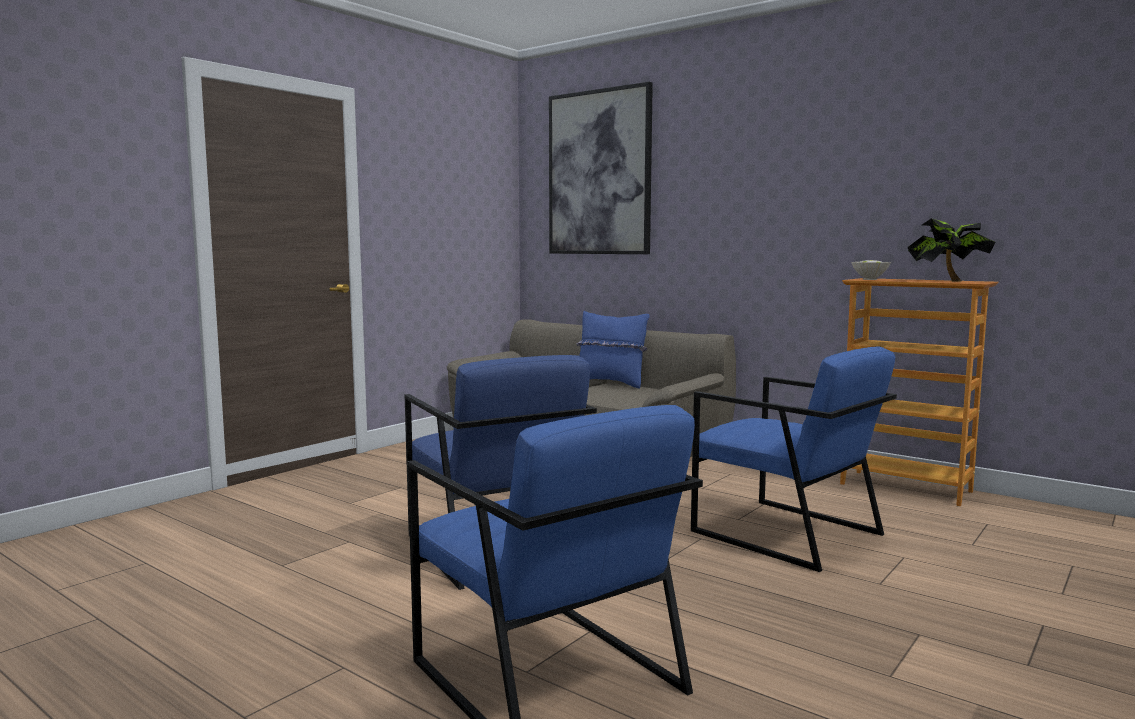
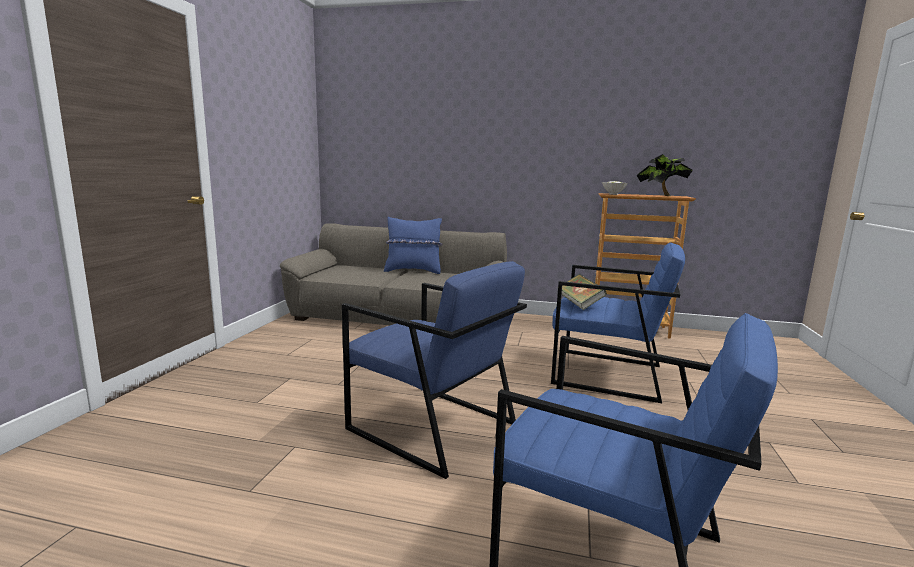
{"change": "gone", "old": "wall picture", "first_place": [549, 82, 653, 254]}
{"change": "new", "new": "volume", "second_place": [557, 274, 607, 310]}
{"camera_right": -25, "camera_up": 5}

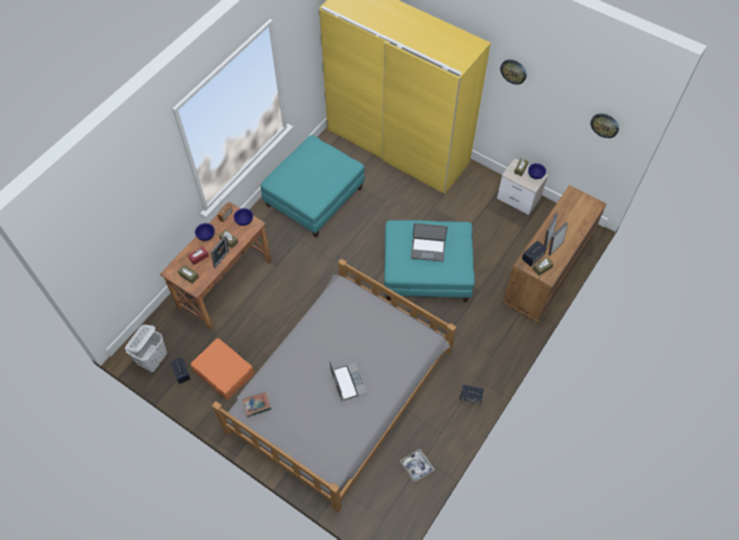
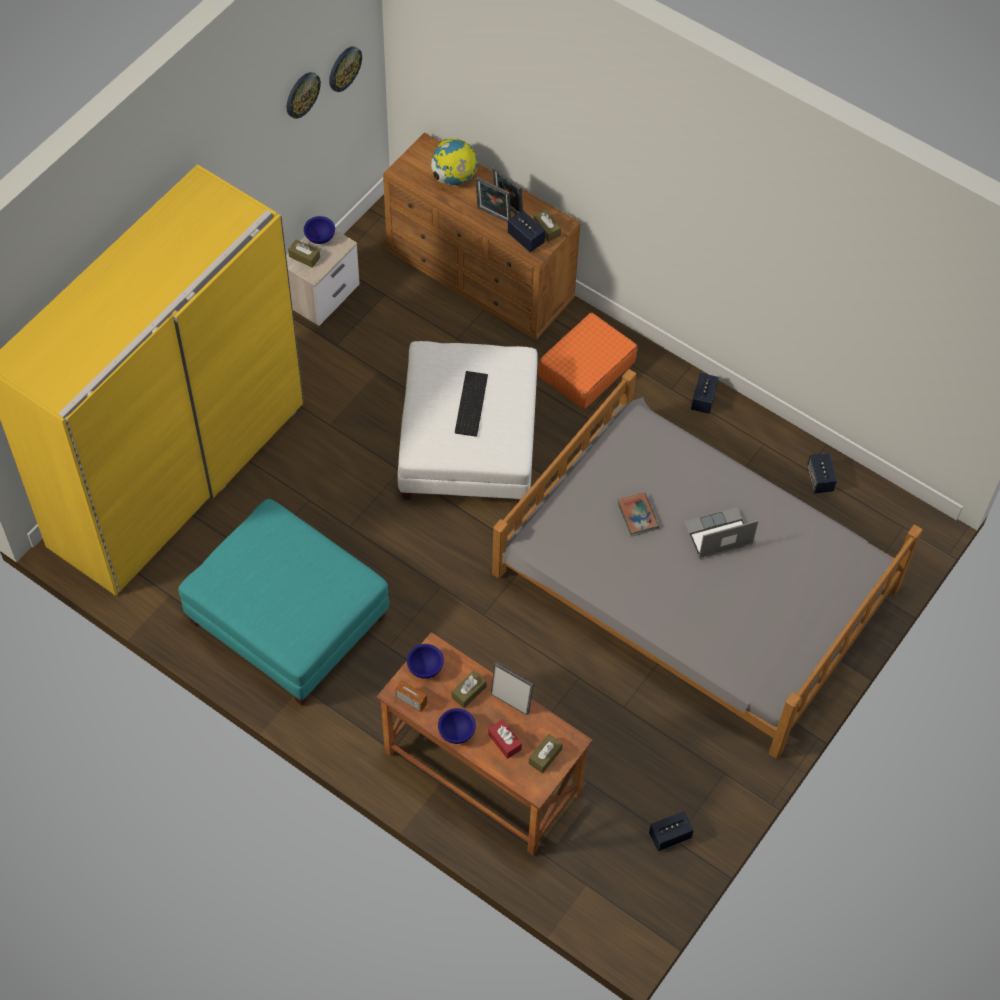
{"change": "gone", "old": "white-coloured hamper", "first_place": [125, 325, 167, 372]}
{"change": "shifted", "old": "orangey suitcase", "first_place": [190, 338, 254, 400], "second_place": [538, 313, 638, 409]}
{"change": "shifted", "old": "volume", "first_place": [242, 392, 271, 417], "second_place": [618, 493, 659, 537]}
{"change": "repainted", "old": "turquoise footrest", "new": "white-coloured footrest", "first_place": [384, 220, 475, 302], "second_place": [397, 341, 538, 503]}
{"change": "swapped", "old": "tray", "new": "audio speaker", "first_place": [400, 449, 435, 483], "second_place": [807, 453, 837, 493]}
{"change": "swapped", "old": "portable computer", "new": "PC keyboard", "first_place": [411, 223, 447, 262], "second_place": [455, 371, 488, 437]}
{"change": "shifted", "old": "clock on the wall", "first_place": [500, 59, 527, 85], "second_place": [287, 72, 321, 119]}
{"change": "new", "new": "world globe", "second_place": [431, 139, 478, 185]}
{"camera_right": -90, "camera_up": 0}

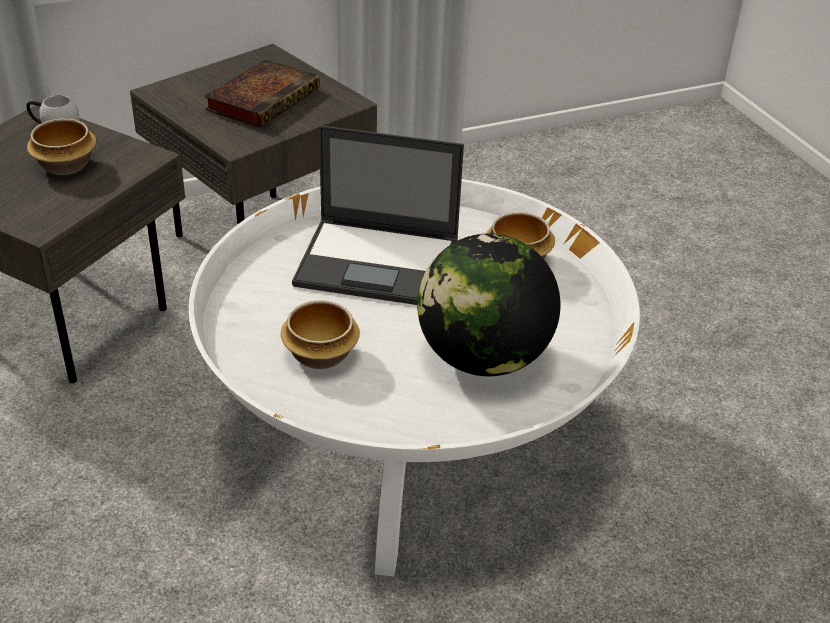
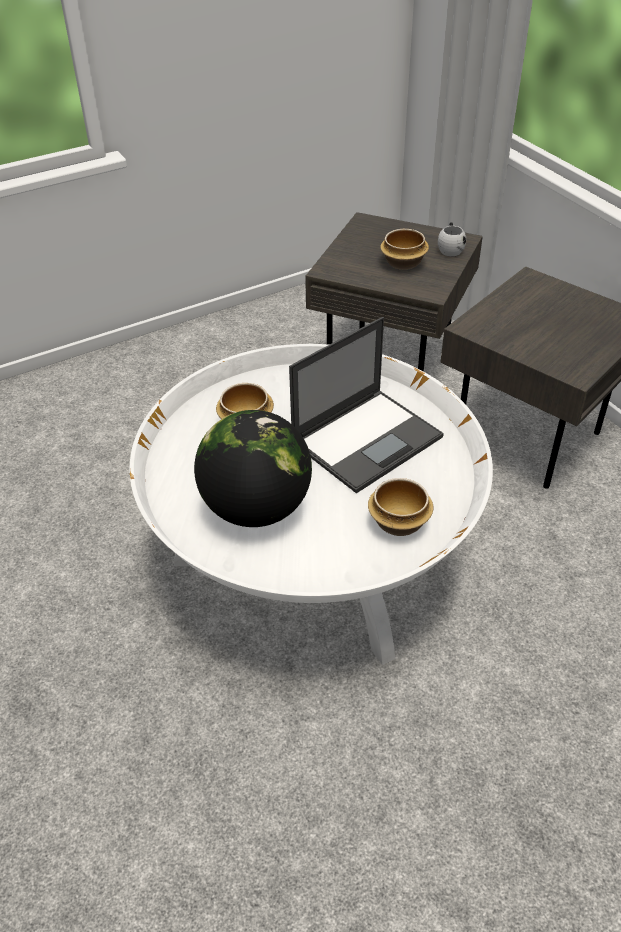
{"change": "gone", "old": "volume", "first_place": [204, 60, 320, 128]}
{"change": "rotated", "old": "portable computer", "first_place": [292, 125, 464, 305], "second_place": [289, 317, 444, 494], "degrees": -135}
{"camera_right": 85, "camera_up": 5}

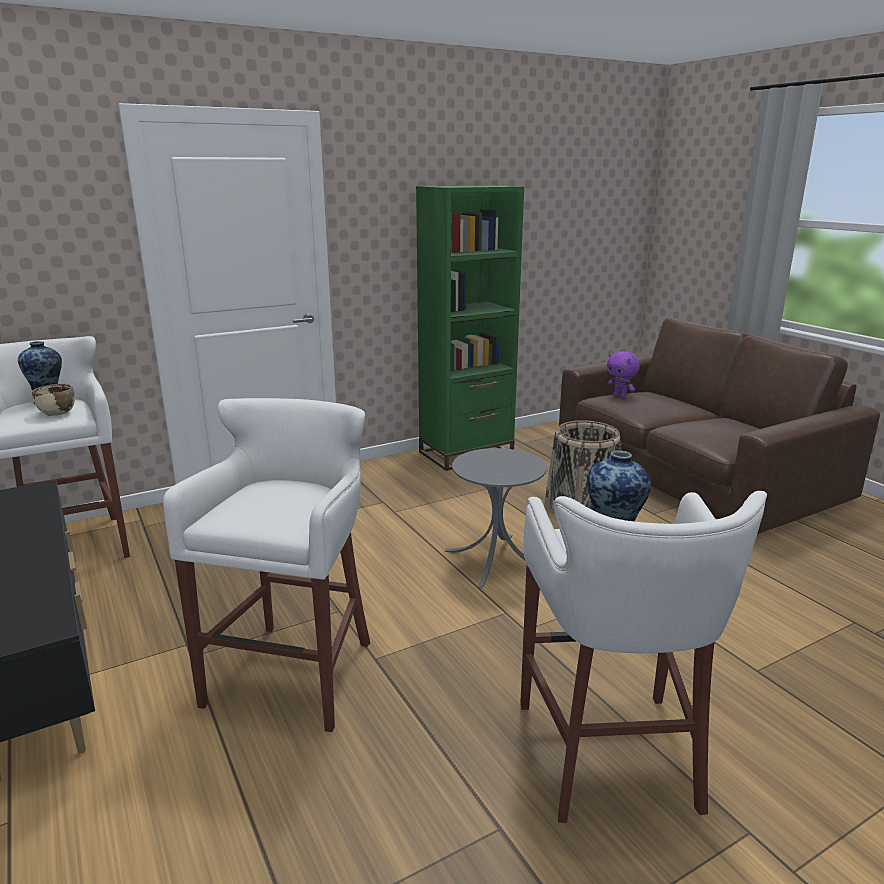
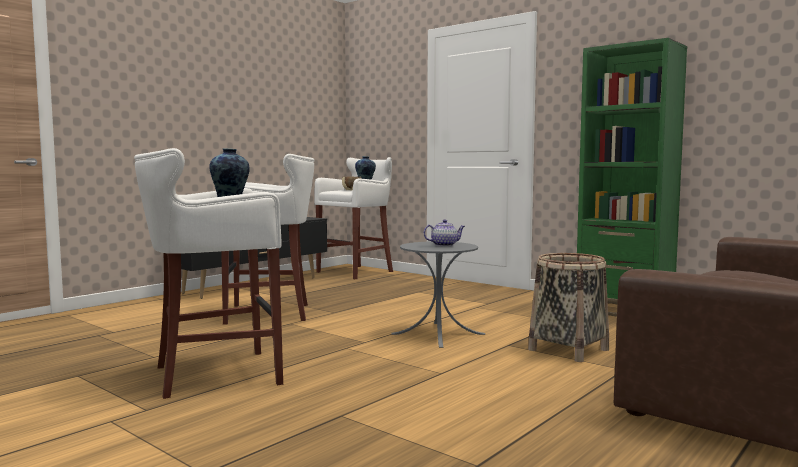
{"change": "gone", "old": "purplish soft toy", "first_place": [607, 351, 640, 398]}
{"change": "new", "new": "tea pot", "second_place": [423, 219, 465, 246]}
{"camera_right": 70, "camera_up": -15}

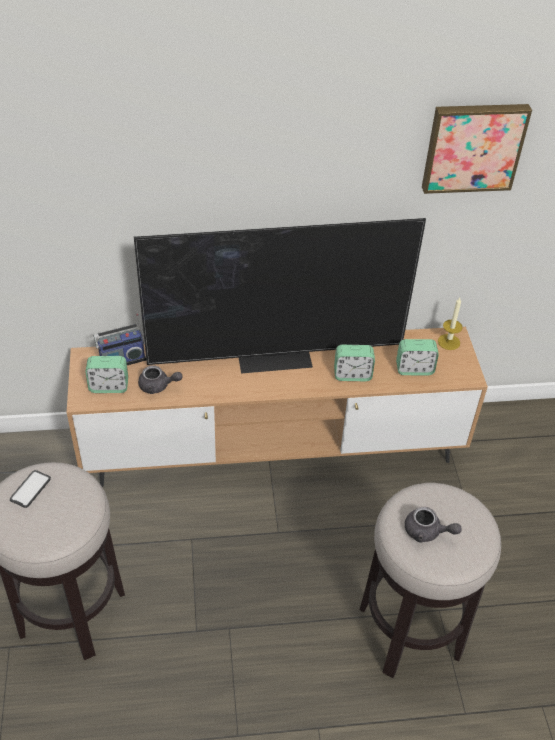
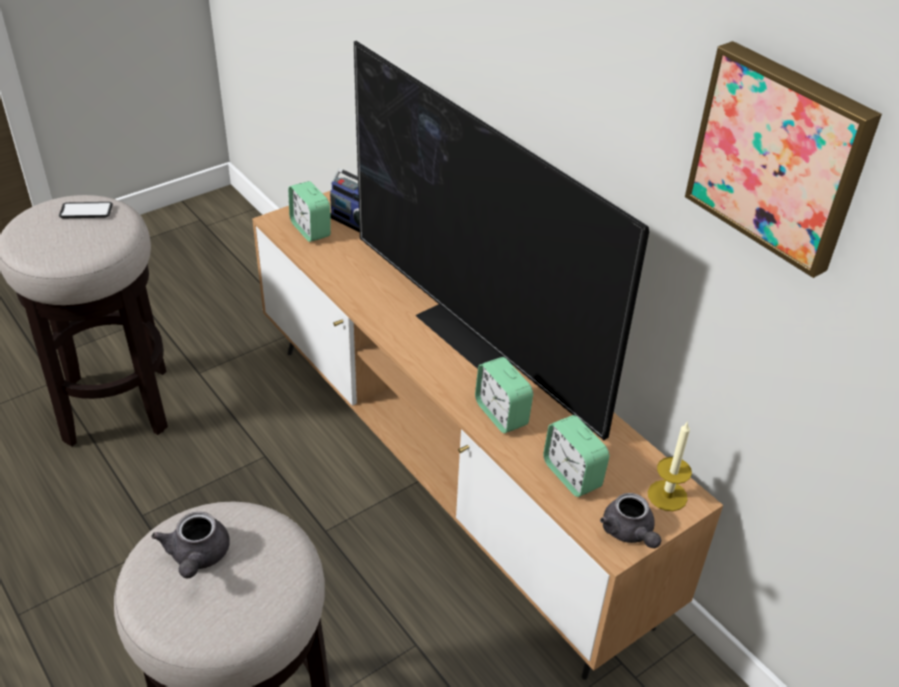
{"change": "shifted", "old": "greyish tea pot", "first_place": [138, 365, 182, 394], "second_place": [600, 493, 661, 548]}
{"camera_right": 60, "camera_up": -5}

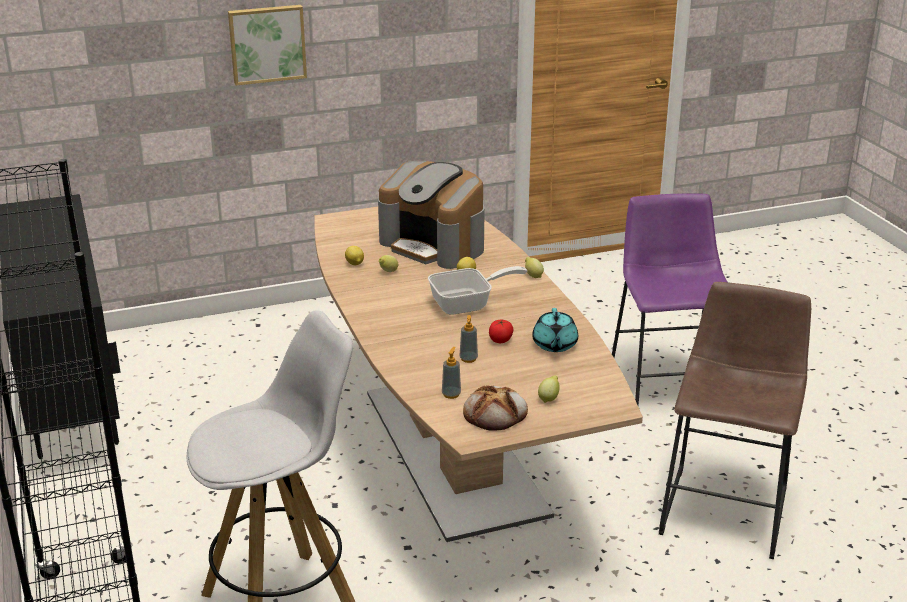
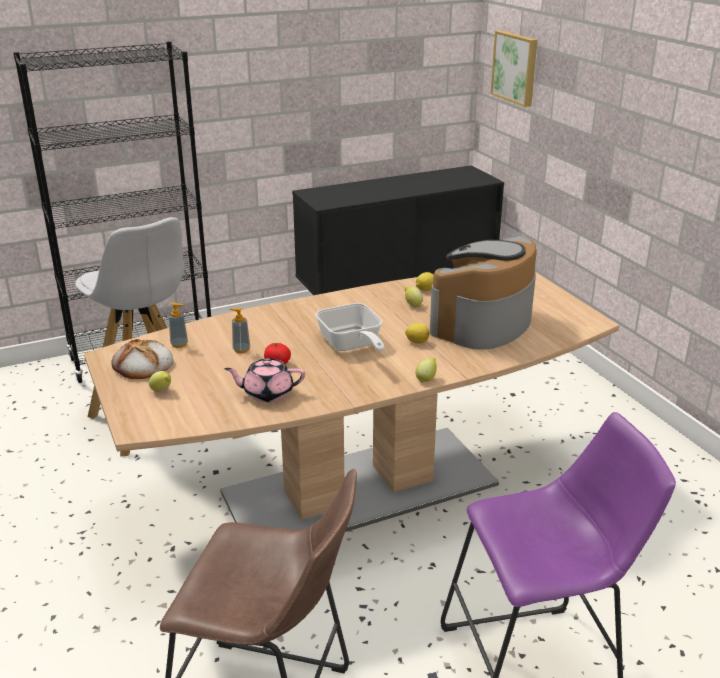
{"change": "shifted", "old": "wall picture", "first_place": [228, 5, 307, 86], "second_place": [491, 30, 538, 107]}
{"change": "repainted", "old": "turquoise tea pot", "new": "pink tea pot", "first_place": [532, 308, 578, 352], "second_place": [224, 358, 305, 402]}
{"camera_right": 85, "camera_up": 0}

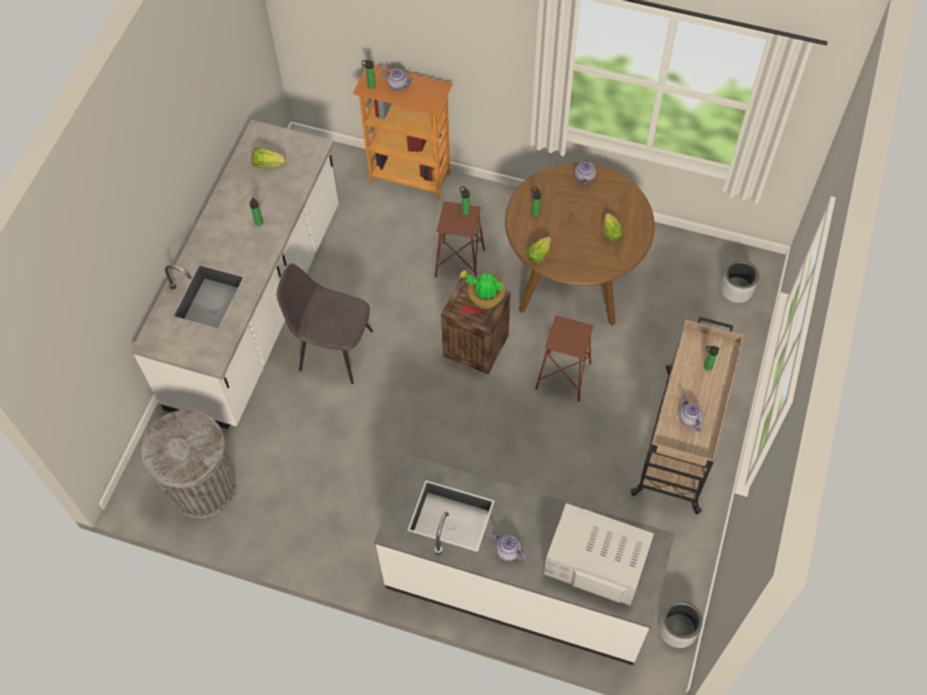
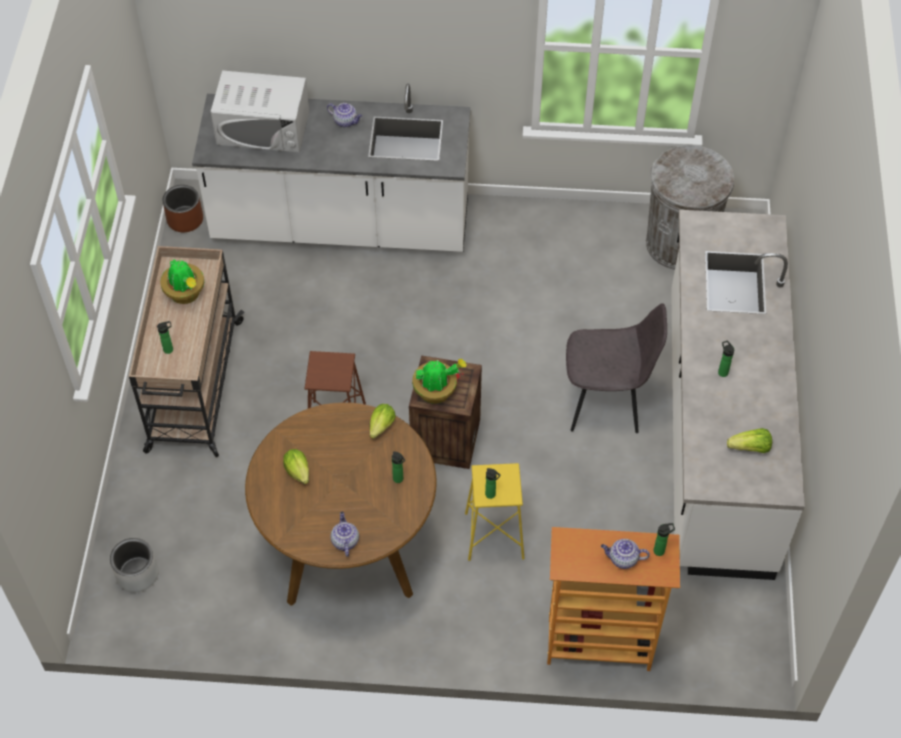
{"change": "repainted", "old": "brown stool", "new": "yellowish stool", "first_place": [435, 201, 485, 278], "second_place": [465, 463, 525, 561]}
{"change": "repainted", "old": "greyish flower pot", "new": "brown flower pot", "first_place": [659, 601, 702, 648], "second_place": [162, 185, 203, 232]}
{"change": "swapped", "old": "tea pot", "new": "plant in a pot", "first_place": [679, 396, 703, 432], "second_place": [160, 259, 204, 304]}
{"camera_right": 165, "camera_up": -5}

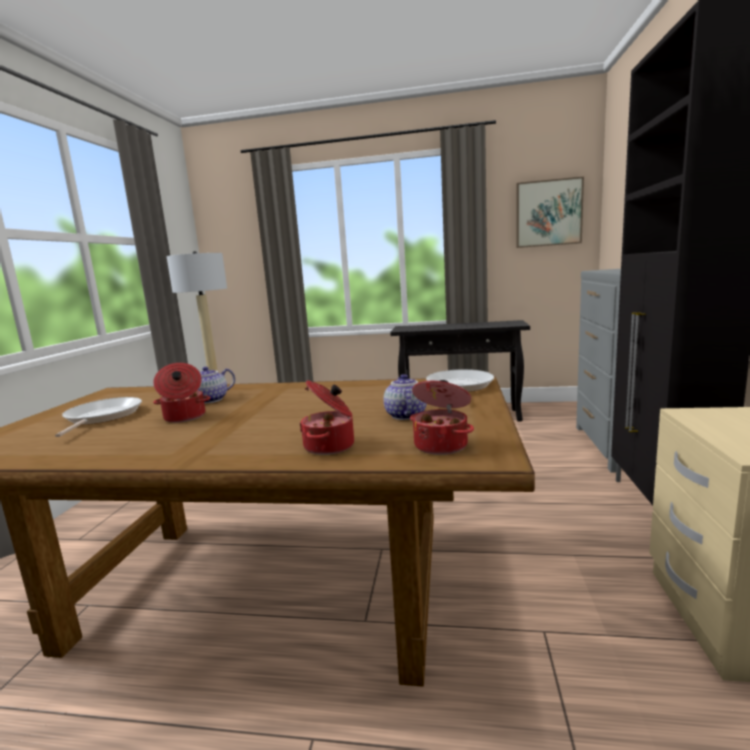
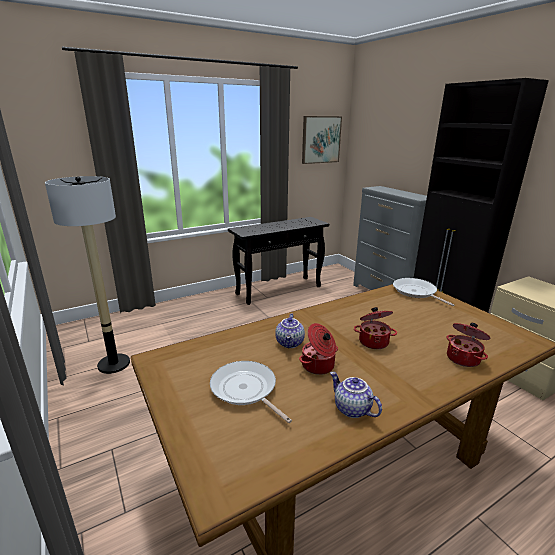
{"change": "shifted", "old": "tea pot", "first_place": [384, 374, 427, 420], "second_place": [330, 372, 382, 418]}
{"change": "shifted", "old": "stockpot", "first_place": [410, 380, 474, 455], "second_place": [354, 307, 397, 349]}
{"camera_right": -40, "camera_up": 10}

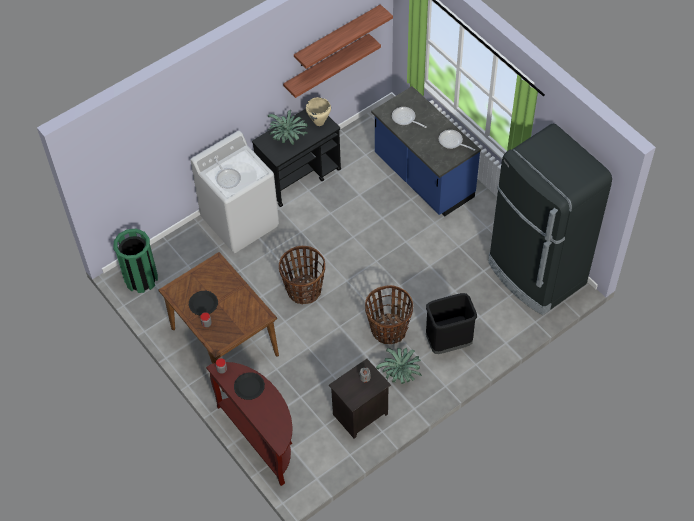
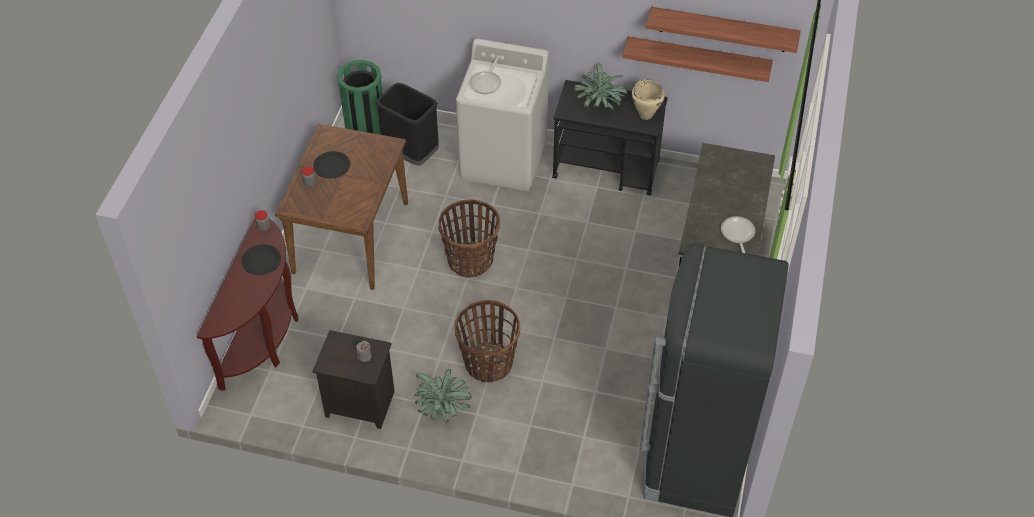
{"change": "gone", "old": "skillet", "first_place": [392, 107, 427, 128]}
{"change": "shifted", "old": "black trash can", "first_place": [426, 293, 477, 354], "second_place": [376, 83, 439, 166]}
{"camera_right": 50, "camera_up": -5}

